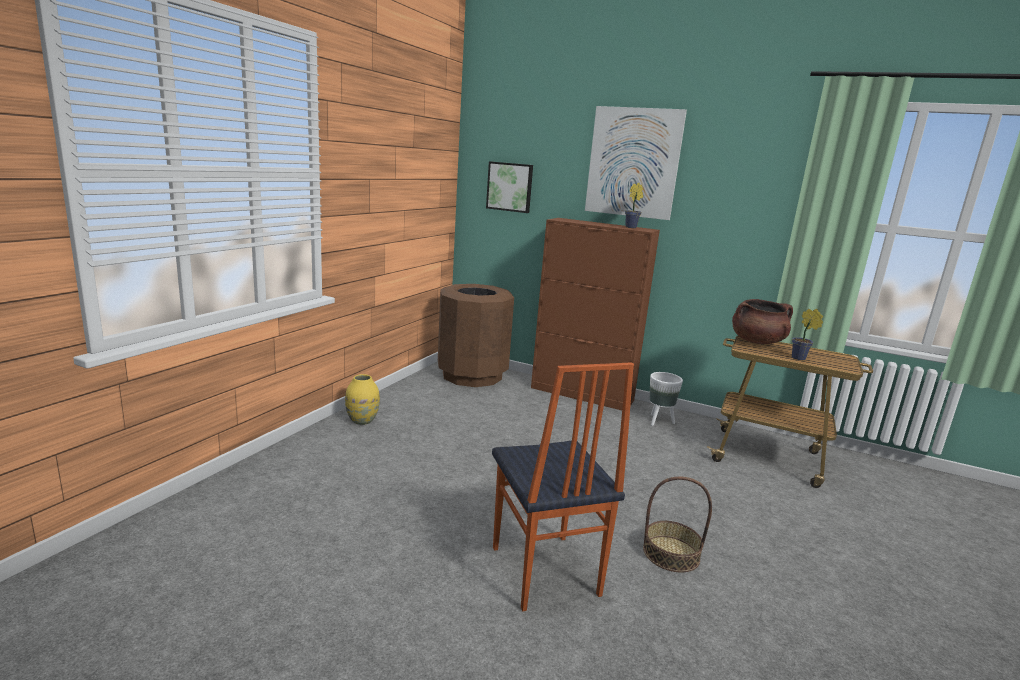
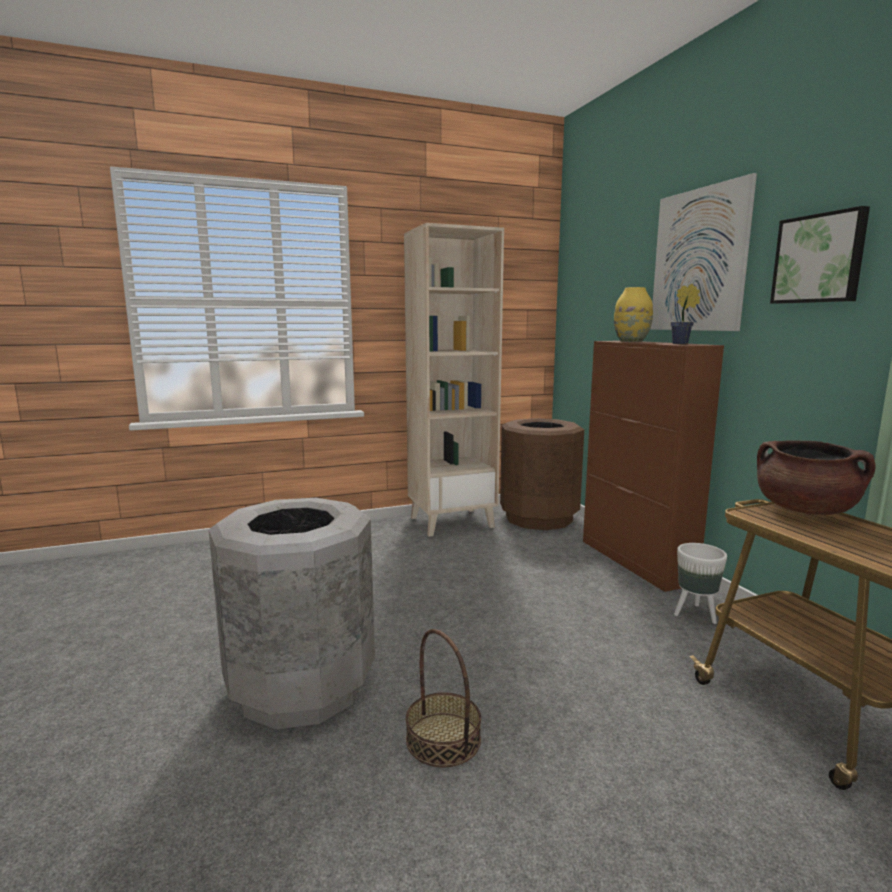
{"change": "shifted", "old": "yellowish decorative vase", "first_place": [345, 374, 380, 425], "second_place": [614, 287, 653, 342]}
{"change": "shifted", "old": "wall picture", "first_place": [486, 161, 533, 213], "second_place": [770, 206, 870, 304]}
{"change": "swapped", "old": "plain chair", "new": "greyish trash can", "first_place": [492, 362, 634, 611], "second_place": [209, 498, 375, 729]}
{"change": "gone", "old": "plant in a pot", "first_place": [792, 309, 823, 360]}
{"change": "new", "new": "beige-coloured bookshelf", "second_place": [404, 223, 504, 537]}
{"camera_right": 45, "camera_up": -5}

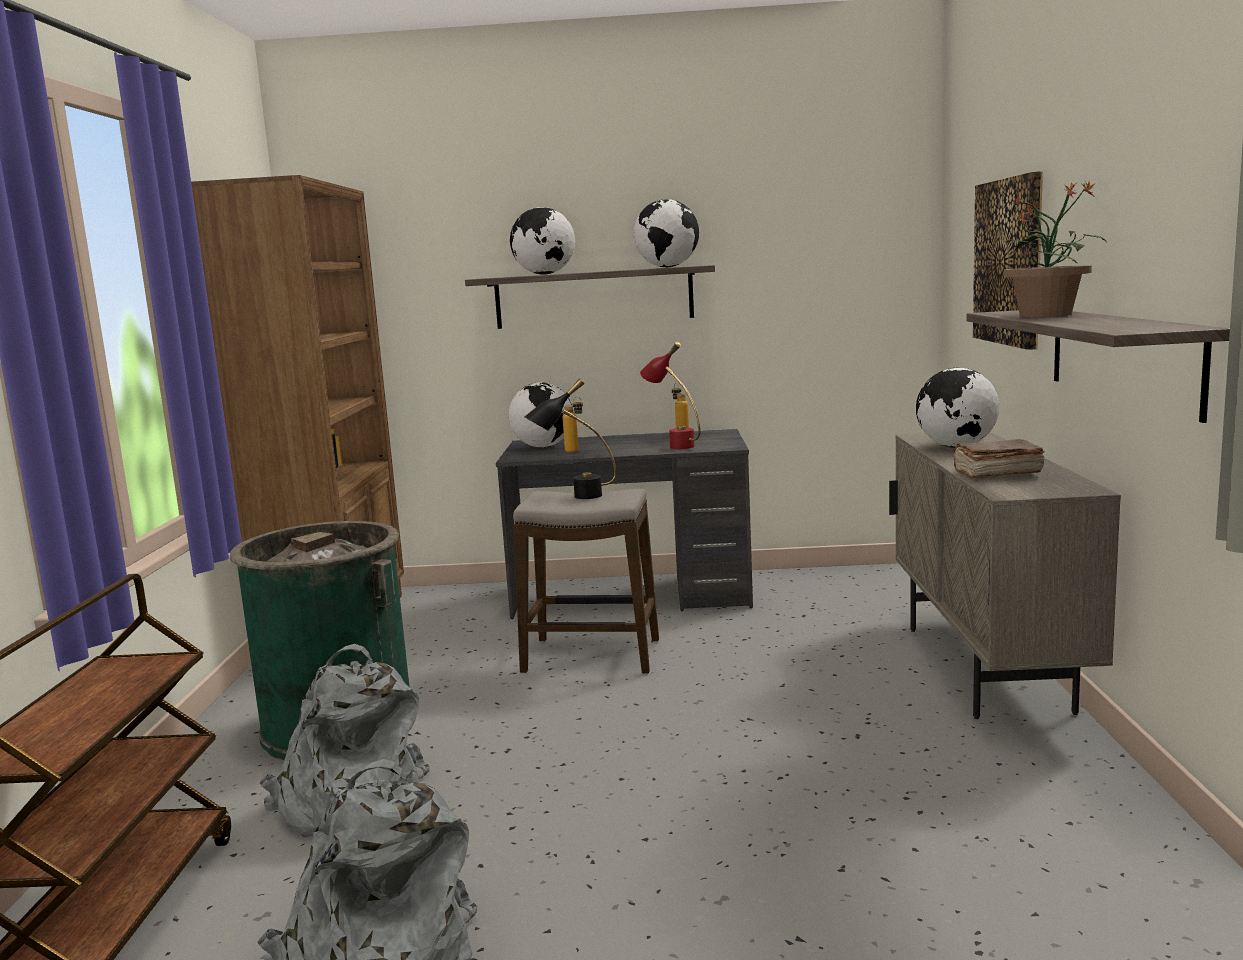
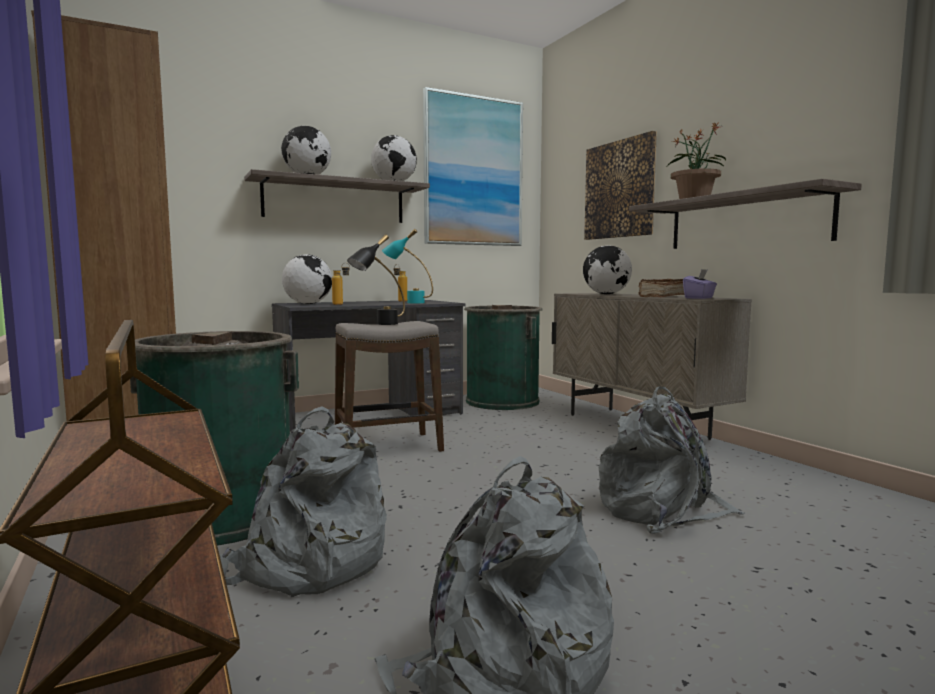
{"change": "repainted", "old": "red-coloured table lamp", "new": "turquoise table lamp", "first_place": [640, 342, 700, 449], "second_place": [382, 229, 433, 303]}
{"change": "new", "new": "wall picture", "second_place": [423, 87, 523, 246]}
{"change": "new", "new": "green-coloured trash can", "second_place": [464, 305, 542, 410]}
{"change": "new", "new": "greyish knapsack", "second_place": [599, 386, 745, 534]}
{"change": "new", "new": "purplish tissue holder", "second_place": [683, 269, 717, 299]}
{"camera_right": -30, "camera_up": -5}

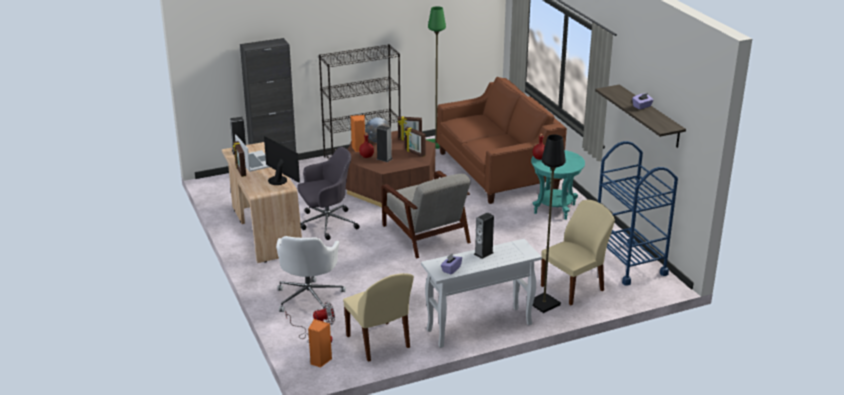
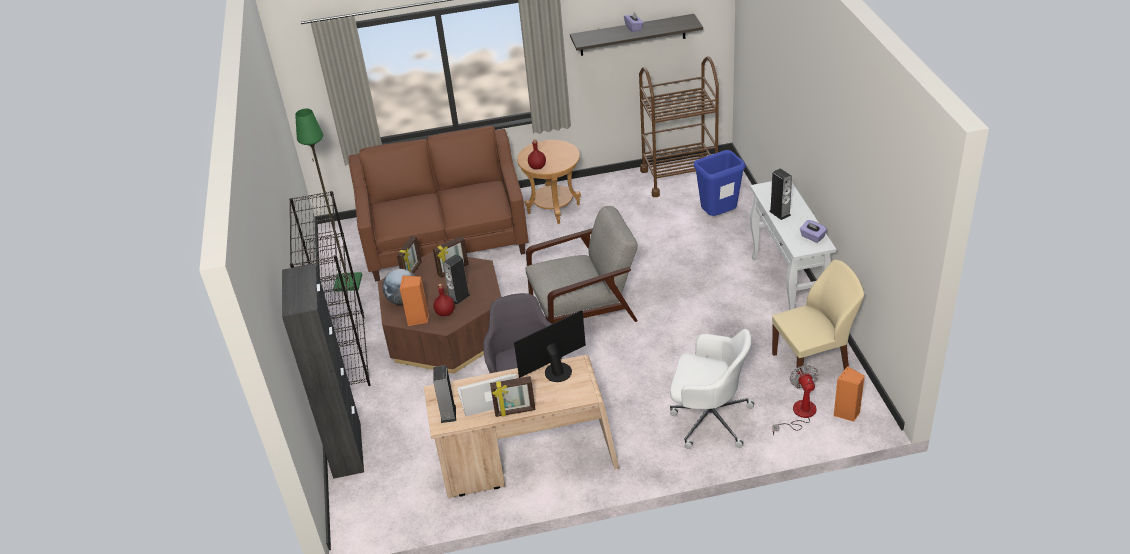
{"change": "repainted", "old": "turquoise side table", "new": "brown side table", "first_place": [531, 150, 585, 220], "second_place": [517, 140, 581, 224]}
{"change": "gone", "old": "black floor lamp", "first_place": [533, 134, 566, 313]}
{"change": "swapped", "old": "beige-coloured plain chair", "new": "blue trash can", "first_place": [541, 200, 615, 305], "second_place": [694, 150, 746, 216]}
{"change": "repainted", "old": "blue wheeled cart", "new": "brown wheeled cart", "first_place": [598, 141, 678, 286], "second_place": [639, 57, 719, 197]}
{"camera_right": -75, "camera_up": 10}

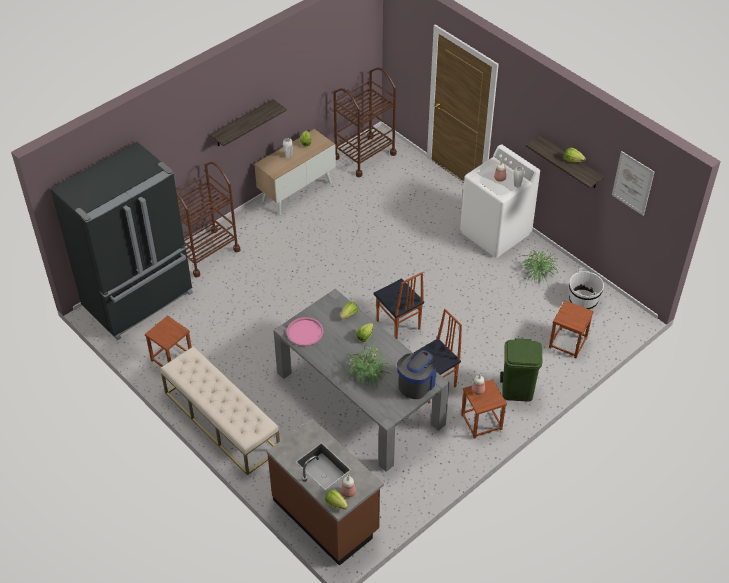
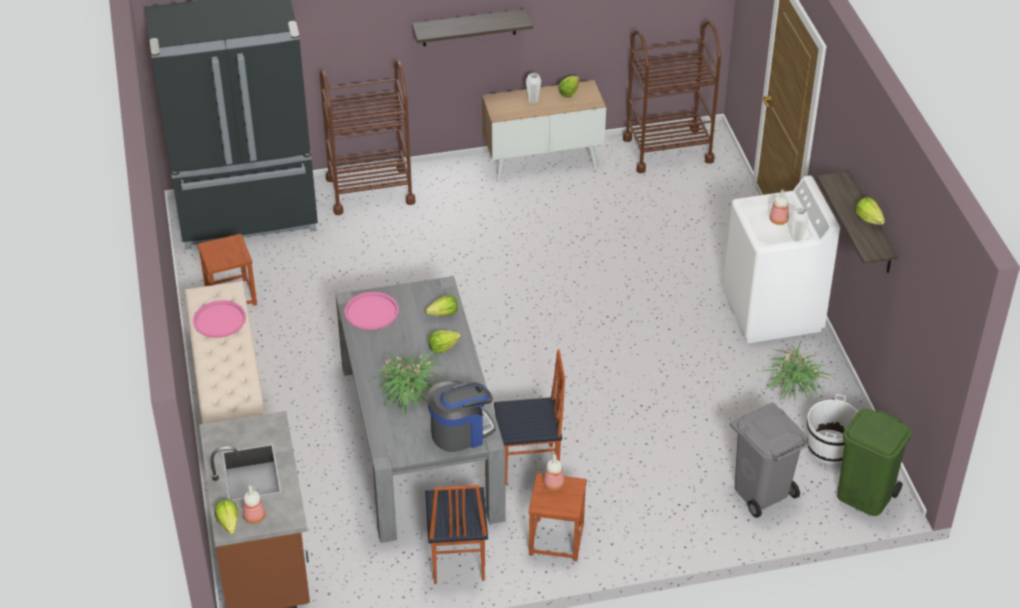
{"change": "shifted", "old": "plain chair", "first_place": [373, 272, 424, 340], "second_place": [425, 485, 488, 584]}
{"change": "shifted", "old": "green-coloured trash can", "first_place": [500, 338, 542, 402], "second_place": [837, 409, 912, 516]}
{"change": "swapped", "old": "brown stool", "new": "greyish trash can", "first_place": [549, 300, 594, 358], "second_place": [730, 402, 809, 518]}
{"change": "gone", "old": "wall picture", "first_place": [612, 151, 654, 216]}
{"change": "new", "new": "pink tray", "second_place": [193, 300, 246, 338]}
{"camera_right": 30, "camera_up": -5}

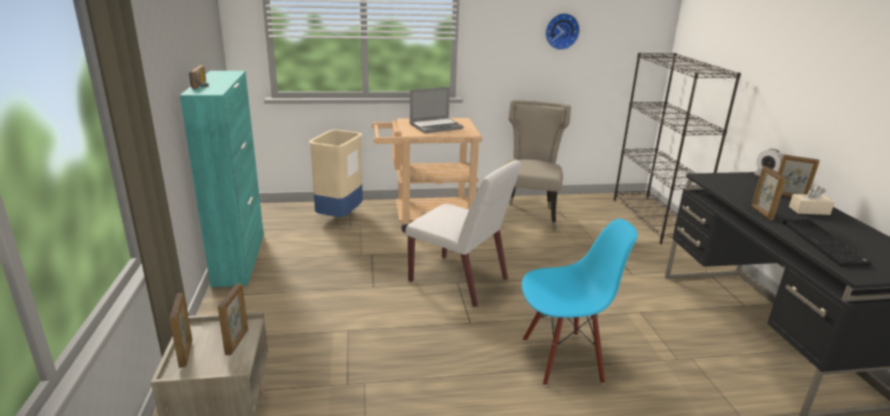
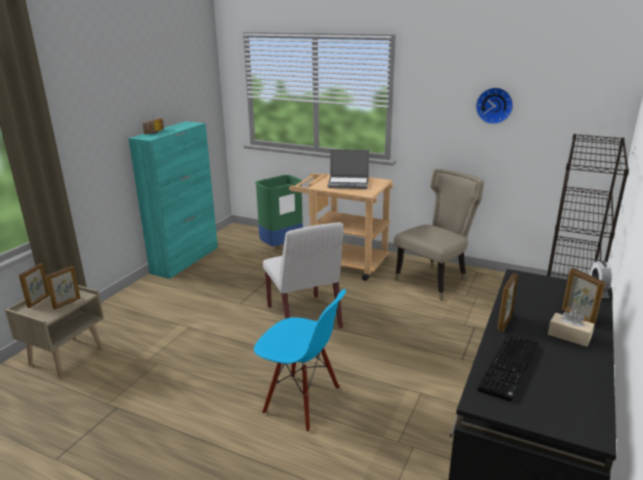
{"change": "repainted", "old": "beige-coloured trash can", "new": "green-coloured trash can", "first_place": [309, 130, 363, 217], "second_place": [255, 175, 303, 246]}
{"camera_right": 35, "camera_up": 0}

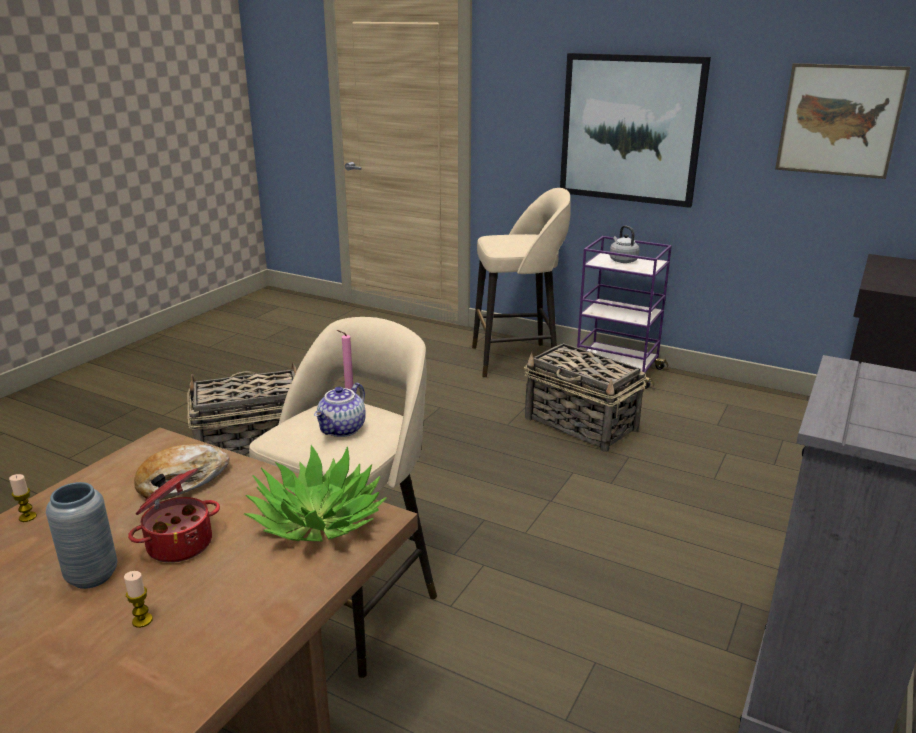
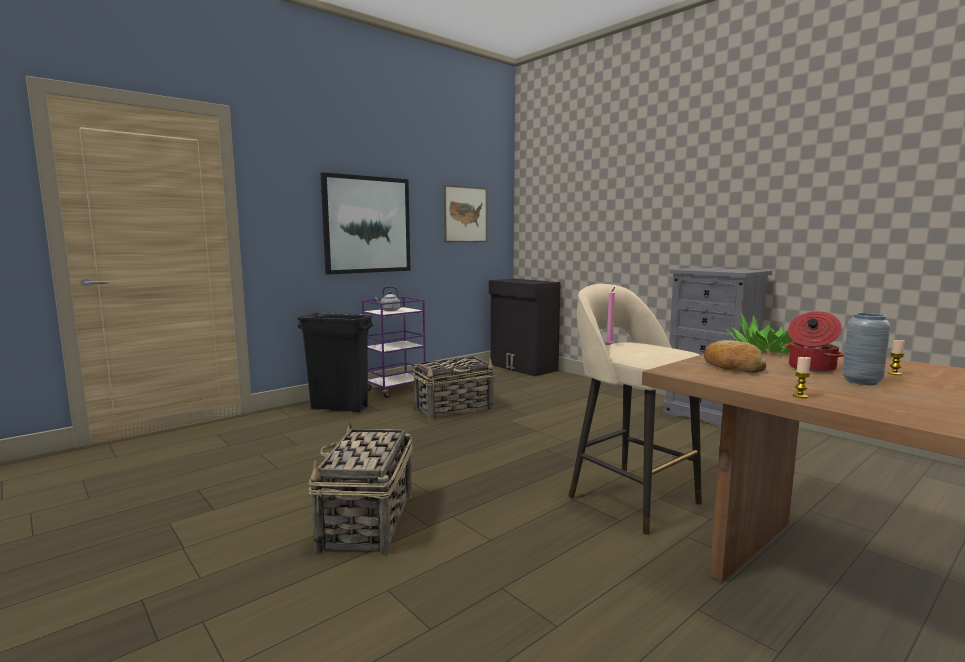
{"change": "gone", "old": "tea pot", "first_place": [314, 383, 366, 437]}
{"change": "swapped", "old": "beige-coloured stool", "new": "black trash can", "first_place": [472, 188, 571, 378], "second_place": [297, 313, 373, 412]}
{"camera_right": -70, "camera_up": -15}

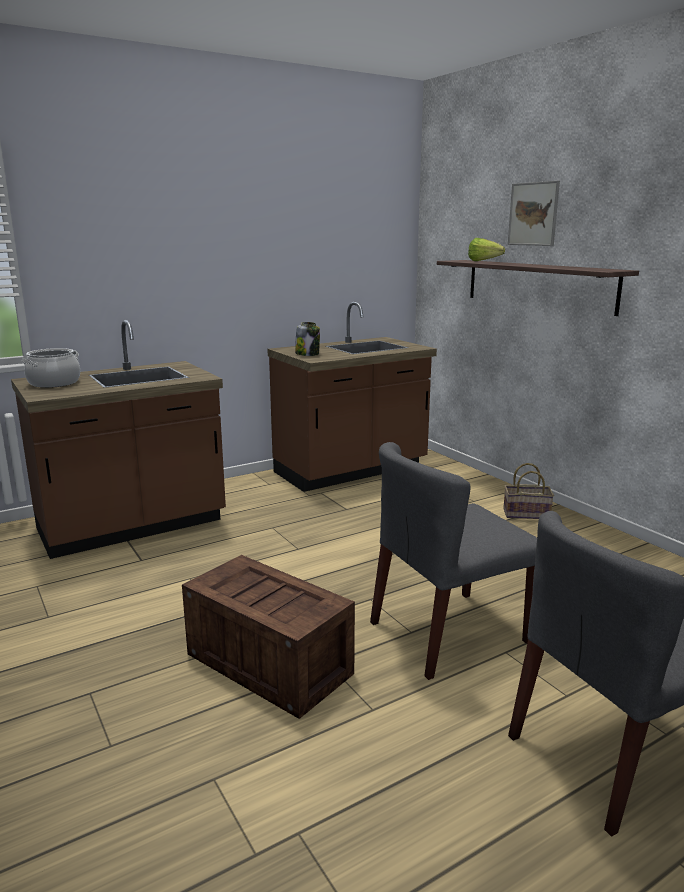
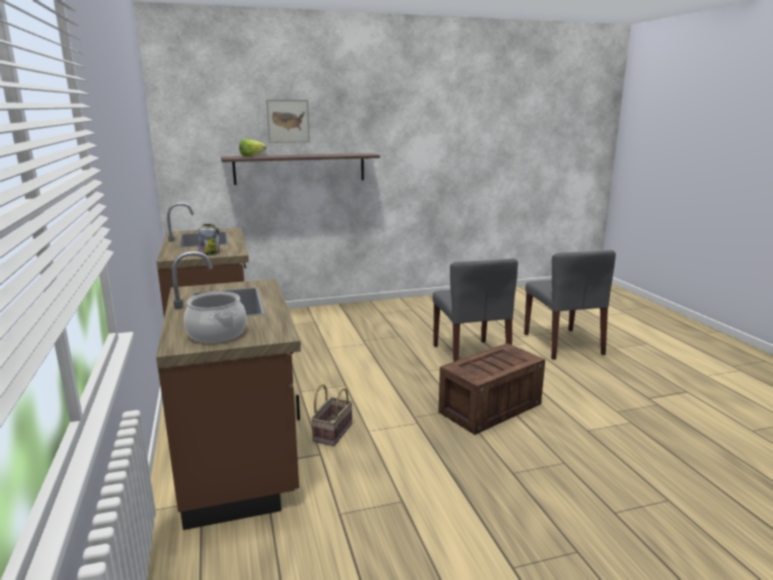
{"change": "shifted", "old": "storage basket", "first_place": [503, 463, 554, 519], "second_place": [311, 384, 353, 446]}
{"camera_right": -75, "camera_up": 0}

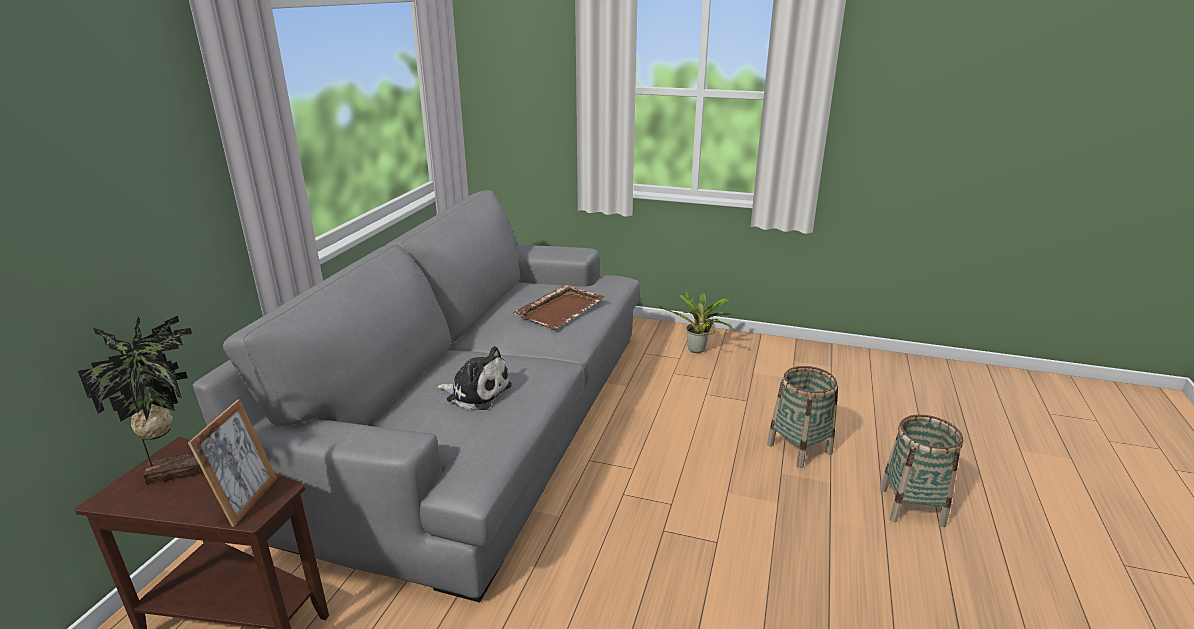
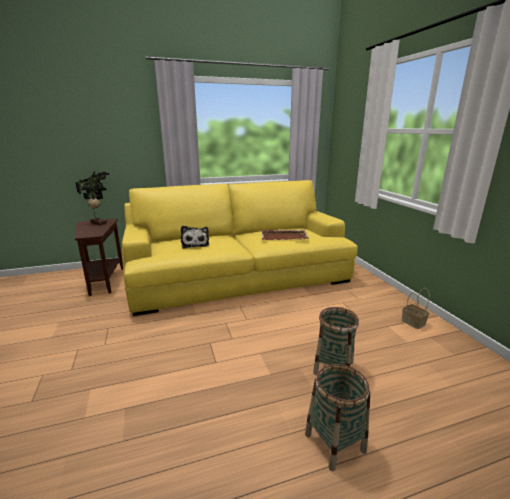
{"change": "gone", "old": "standing frame", "first_place": [188, 399, 277, 527]}
{"change": "repainted", "old": "greyish couch", "new": "yellowish couch", "first_place": [193, 190, 640, 603], "second_place": [122, 180, 358, 316]}
{"change": "gone", "old": "plant in a pot", "first_place": [659, 292, 734, 353]}
{"change": "new", "new": "storage basket", "second_place": [402, 288, 430, 329]}
{"camera_right": 55, "camera_up": -5}

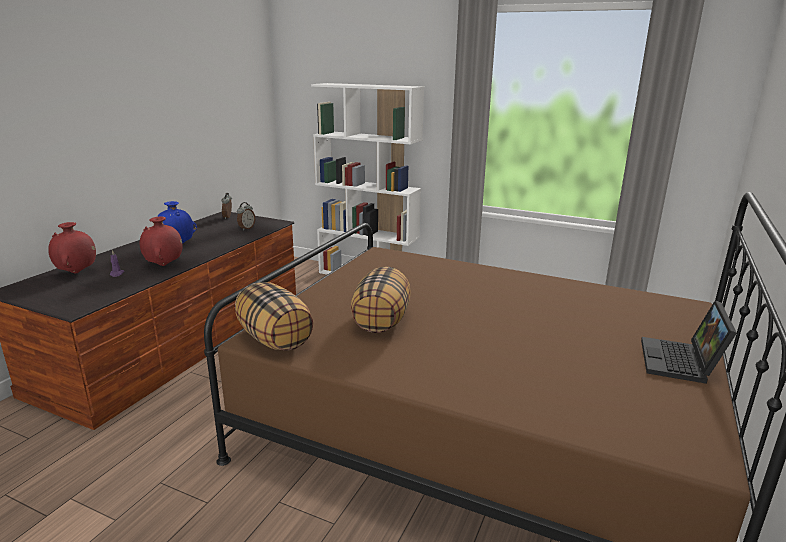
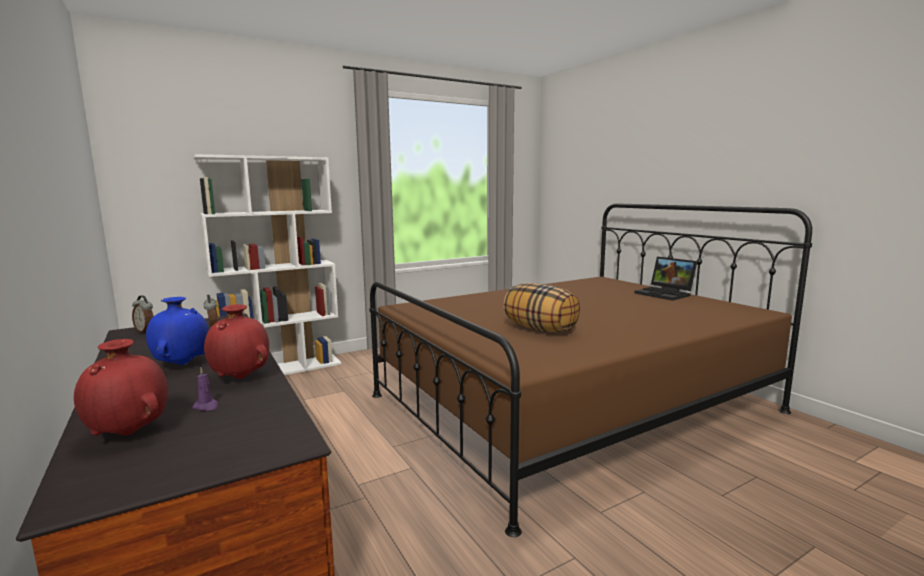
{"change": "gone", "old": "cushion", "first_place": [235, 282, 313, 350]}
{"camera_right": -55, "camera_up": -10}

